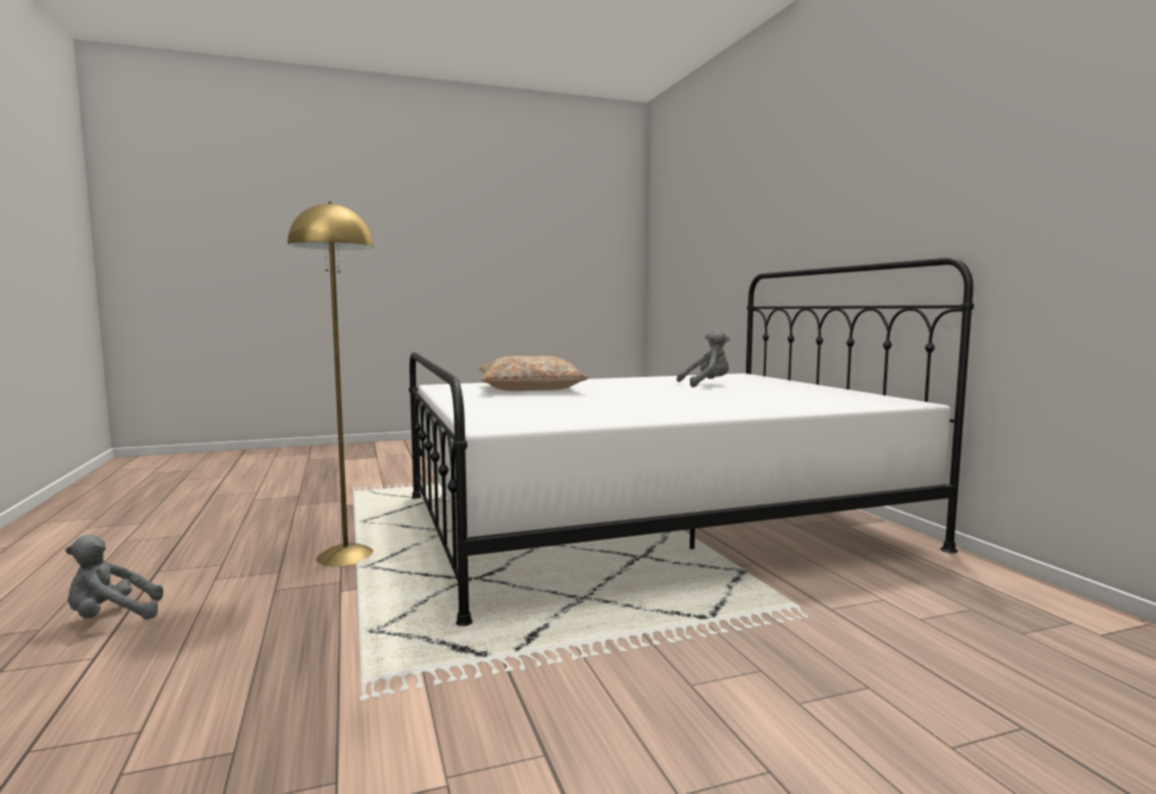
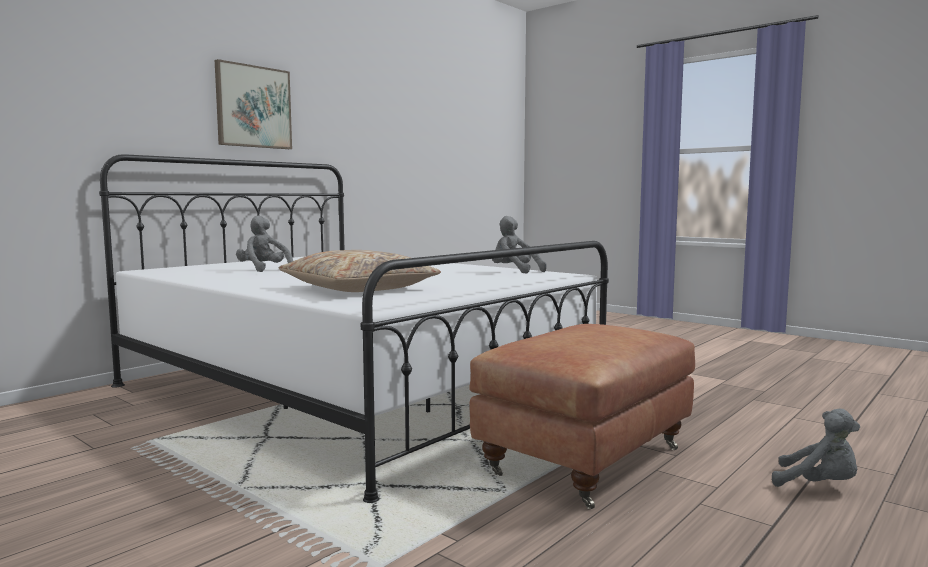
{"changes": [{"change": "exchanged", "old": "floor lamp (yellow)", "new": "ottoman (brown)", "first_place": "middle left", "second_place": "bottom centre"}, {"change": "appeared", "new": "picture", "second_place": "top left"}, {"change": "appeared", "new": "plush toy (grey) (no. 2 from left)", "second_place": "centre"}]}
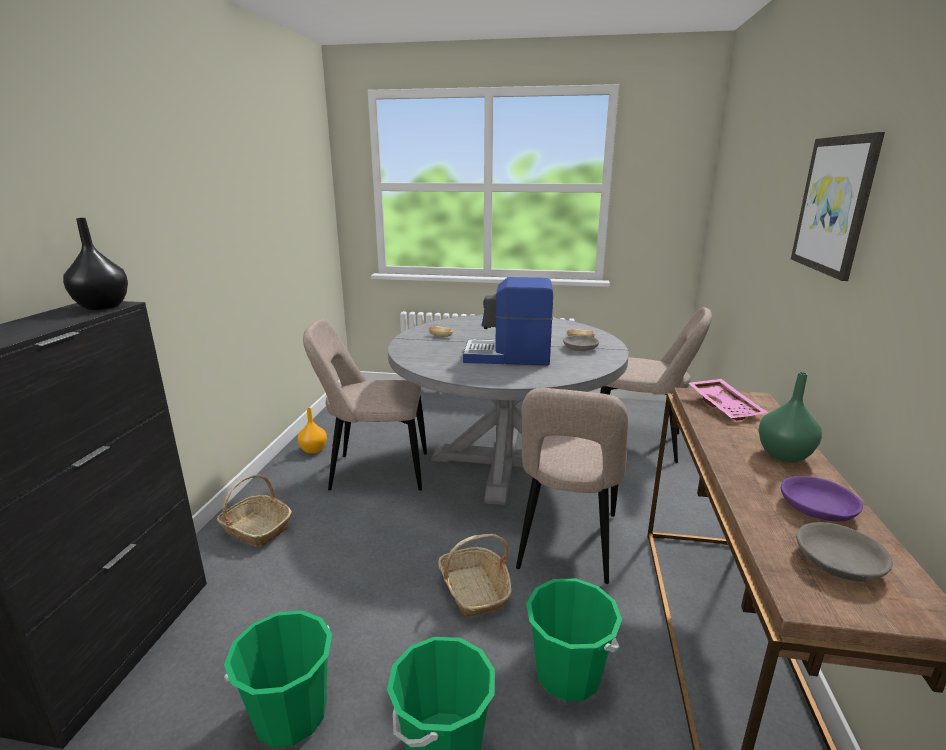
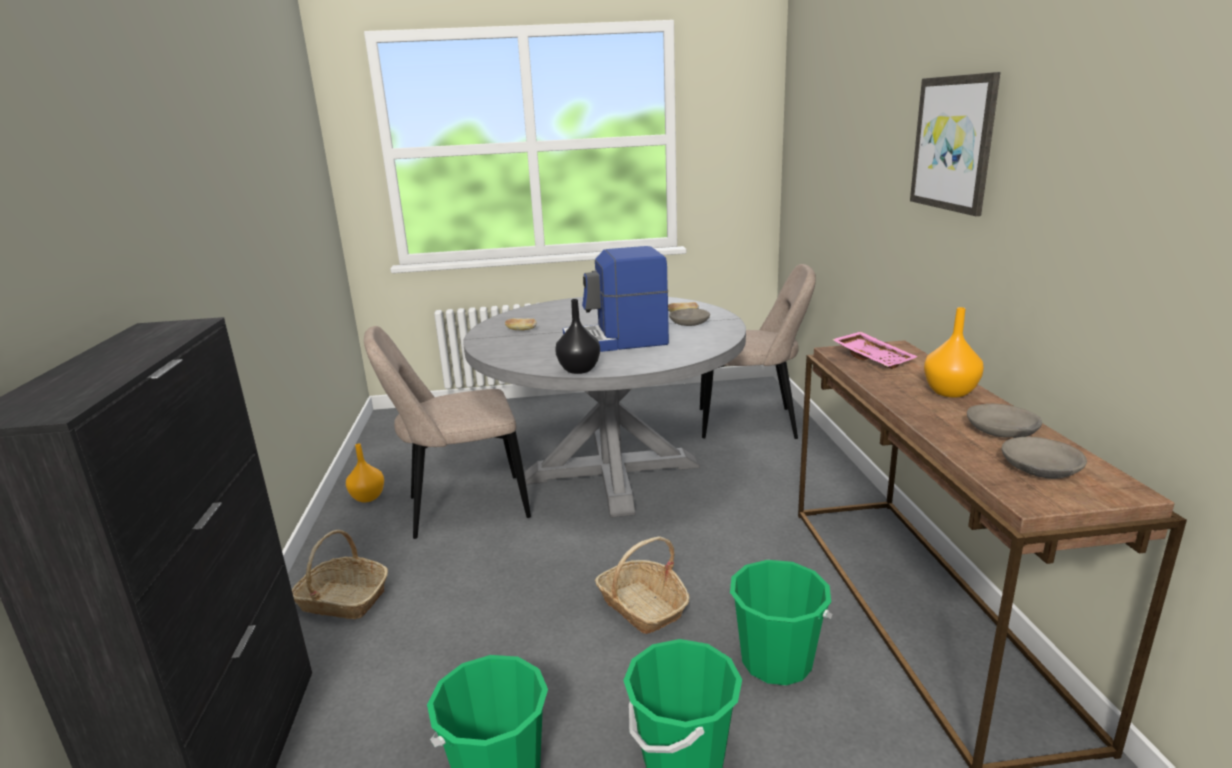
{"changes": [{"change": "relocated", "old": "vase (black)", "first_place": "middle left", "second_place": "centre"}, {"change": "missing", "old": "chair (beige) (no. 2 from left)", "first_place": "centre"}, {"change": "colour", "old": "vase (green)", "new": "vase (orange) (no. 2 from left)", "first_place": "middle right", "second_place": "middle right"}, {"change": "colour", "old": "bowl (purple)", "new": "bowl (grey) (no. 2 from left)", "first_place": "middle right", "second_place": "middle right"}]}
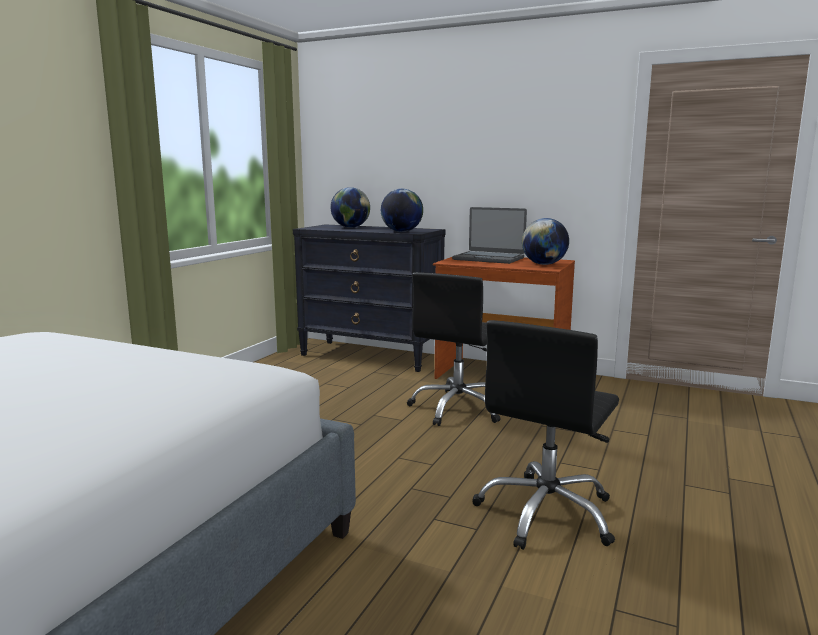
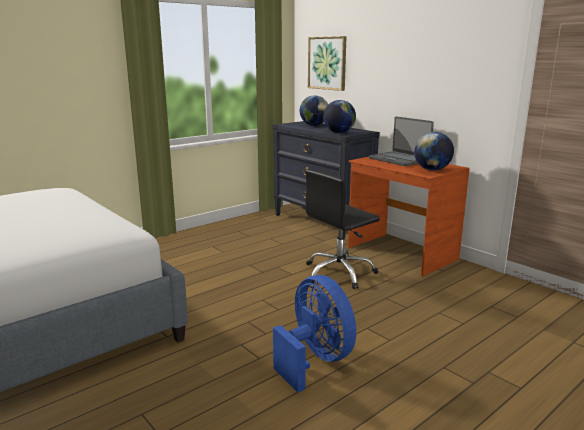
{"changes": [{"change": "exchanged", "old": "office chair (black) (no. 2 from left)", "new": "fan (blue)", "first_place": "bottom centre", "second_place": "bottom centre"}, {"change": "appeared", "new": "picture", "second_place": "top centre"}]}
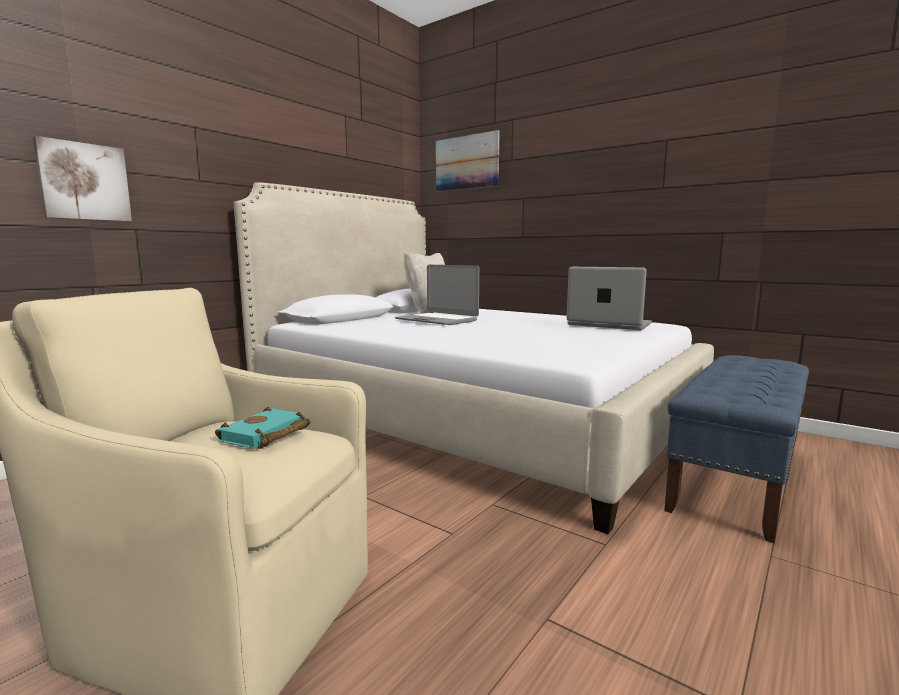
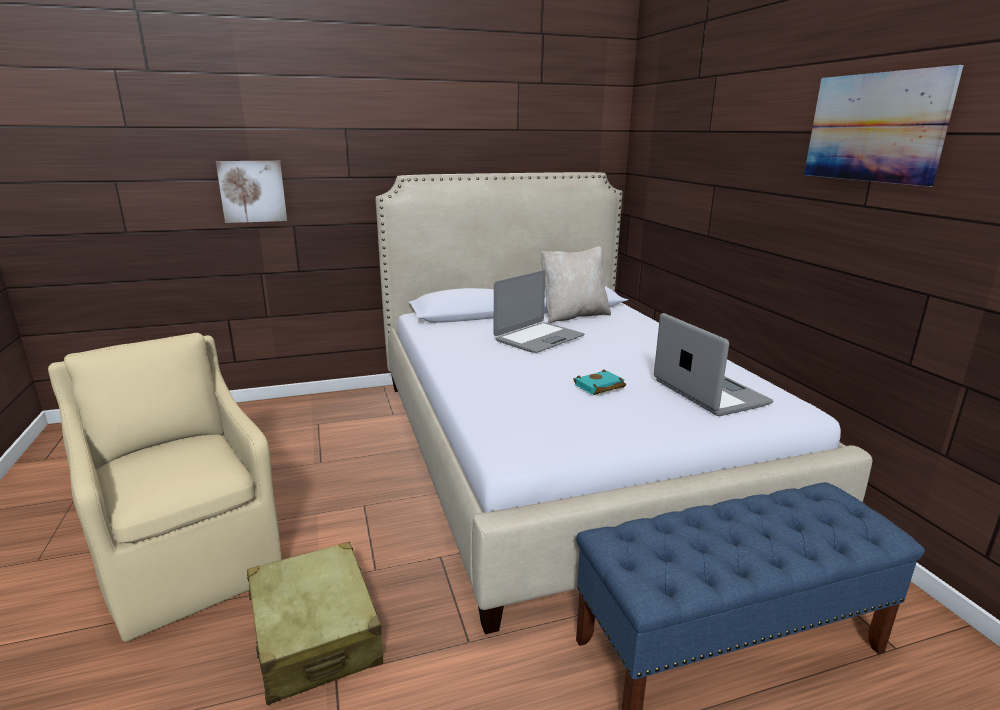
{"changes": [{"change": "relocated", "old": "book (turquoise)", "first_place": "middle left", "second_place": "centre"}, {"change": "spun", "old": "laptop (no. 1 from left)", "first_place": "centre", "second_place": "centre", "degrees": -120}, {"change": "relocated", "old": "picture (no. 2 from left)", "first_place": "top centre", "second_place": "top right"}, {"change": "appeared", "new": "suitcase (beige)", "second_place": "bottom left"}]}
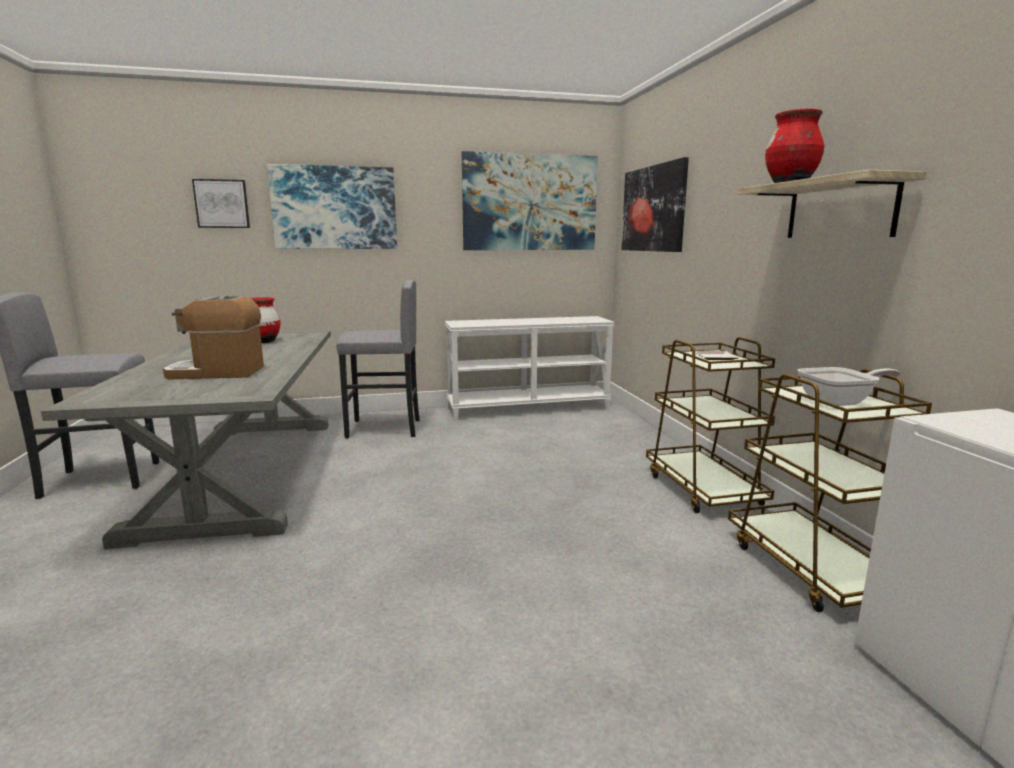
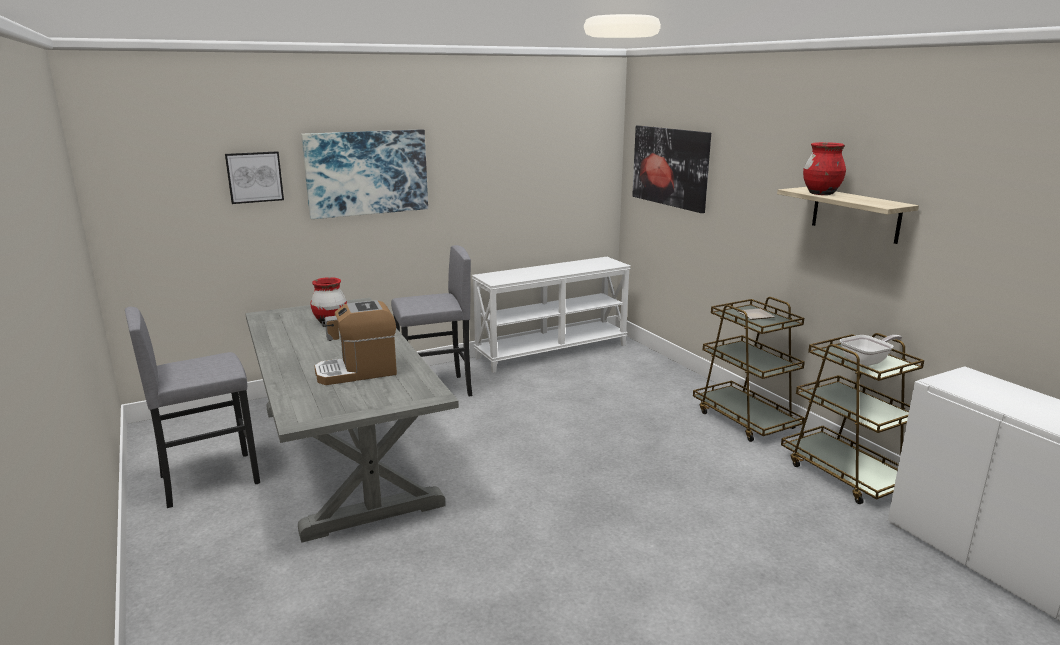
{"changes": [{"change": "missing", "old": "picture (no. 3 from left)", "first_place": "top centre"}]}
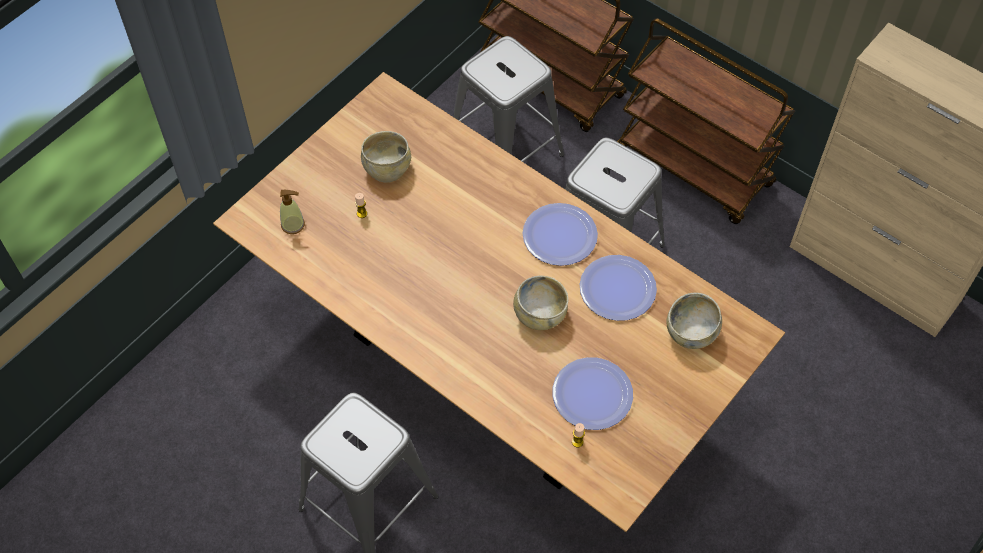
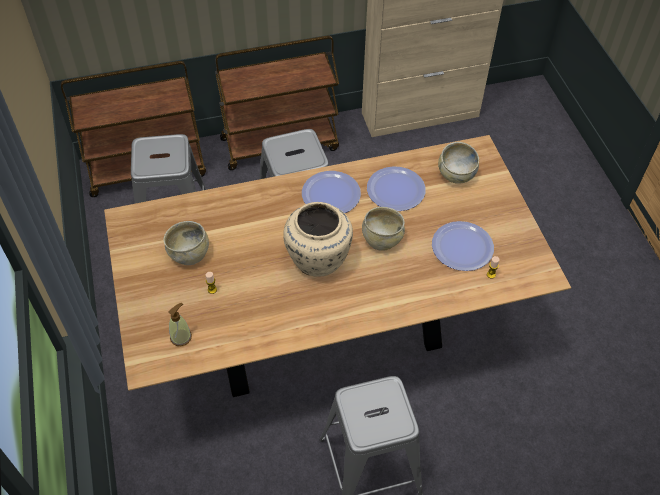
{"changes": [{"change": "appeared", "new": "vase (beige)", "second_place": "centre"}]}
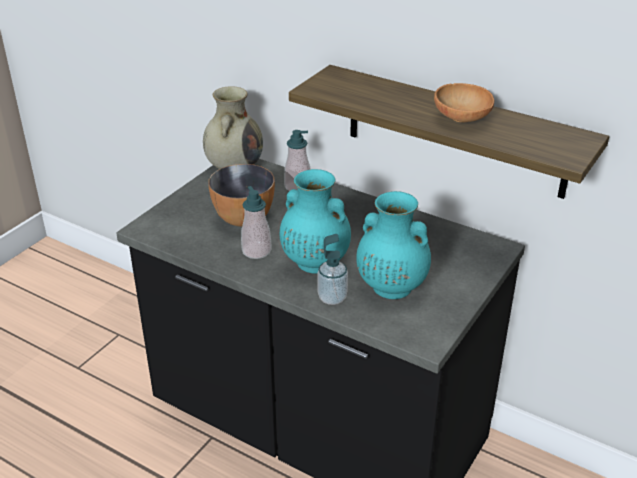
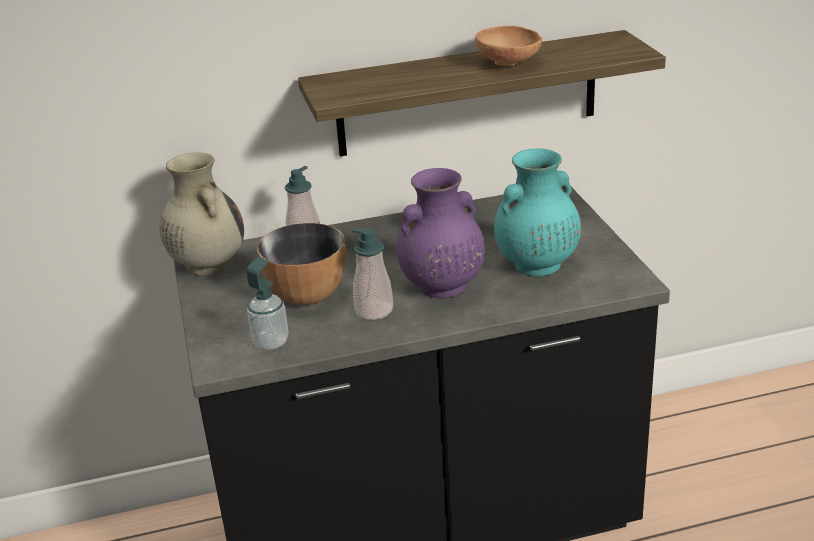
{"changes": [{"change": "colour", "old": "vase (turquoise) (no. 1 from left)", "new": "vase (purple)", "first_place": "centre", "second_place": "centre"}, {"change": "relocated", "old": "soap dispenser (no. 3 from left in the first image)", "new": "soap dispenser (no. 1 from left)", "first_place": "centre", "second_place": "middle left"}]}
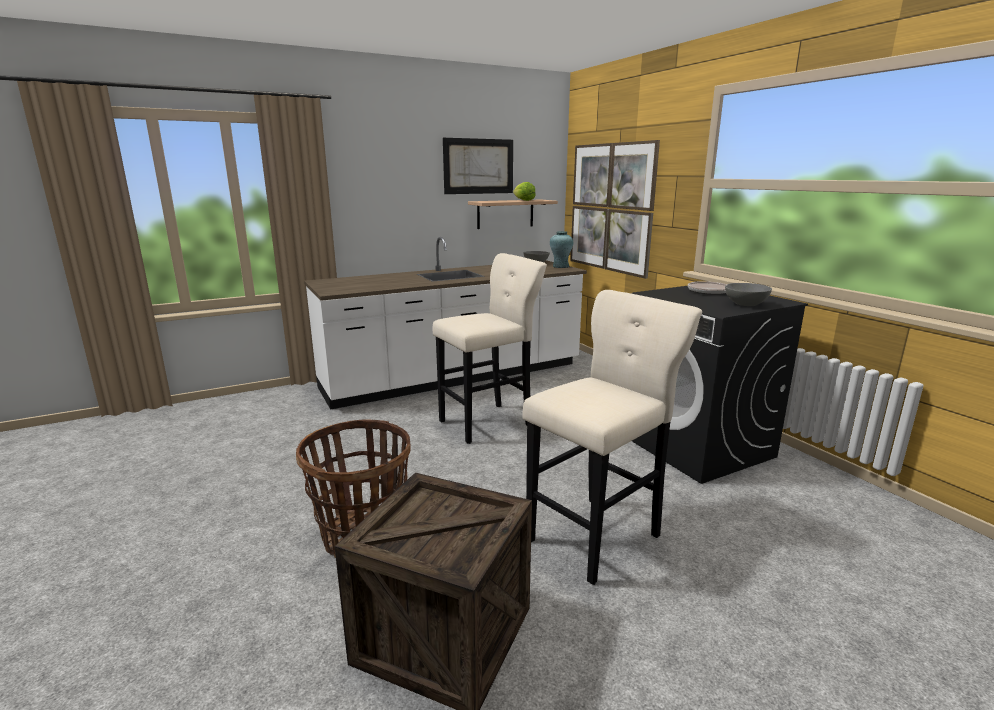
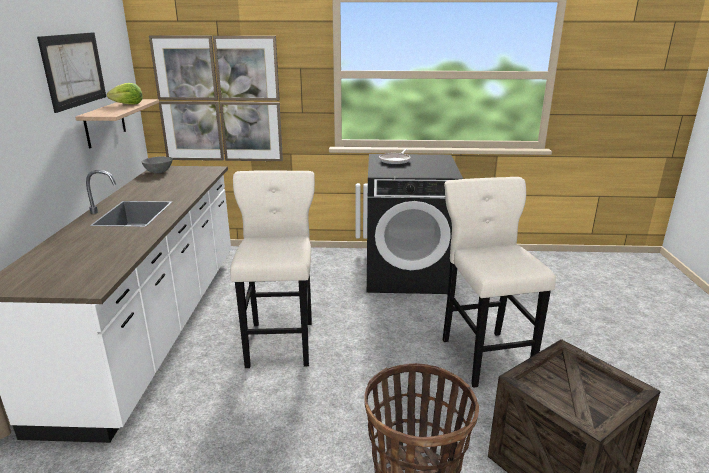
{"changes": [{"change": "missing", "old": "vase (turquoise)", "first_place": "centre"}, {"change": "missing", "old": "bowl (grey) (no. 2 from left)", "first_place": "middle right"}]}
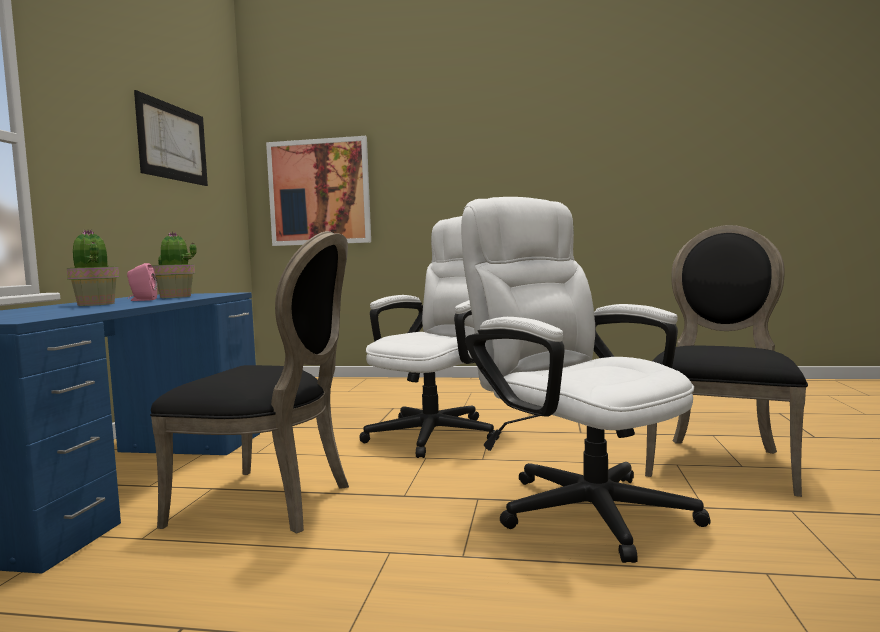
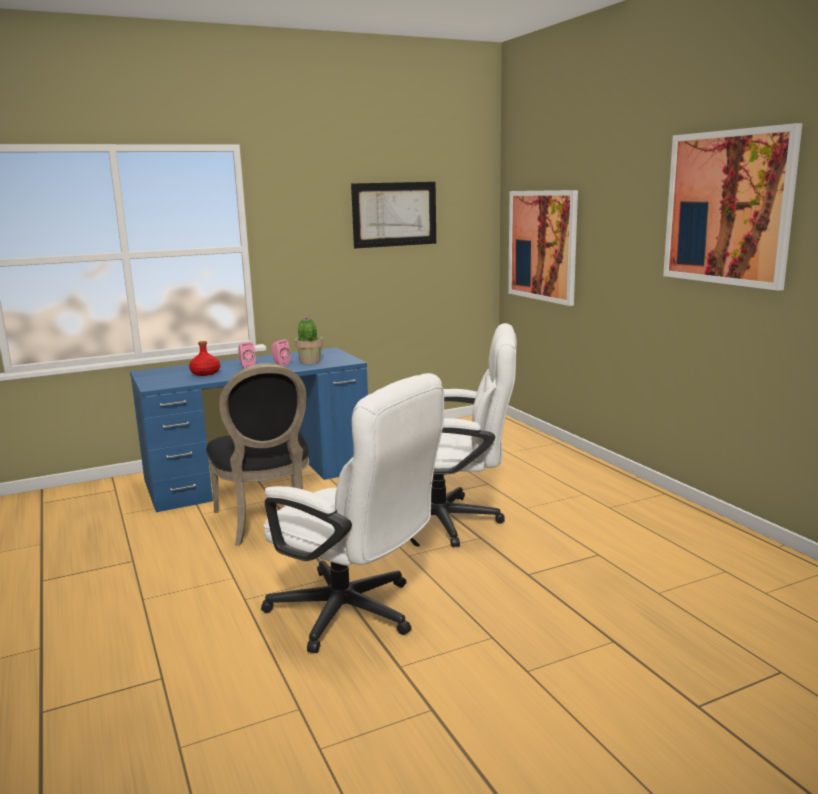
{"changes": [{"change": "exchanged", "old": "potted plant (no. 1 from left)", "new": "speaker (pink) (no. 1 from left)", "first_place": "middle left", "second_place": "middle left"}, {"change": "spun", "old": "office chair (white) (no. 2 from left in the first image)", "first_place": "centre", "second_place": "centre", "degrees": 105}, {"change": "missing", "old": "chair (black) (no. 2 from left)", "first_place": "middle right"}, {"change": "appeared", "new": "bottle (red)", "second_place": "middle left"}, {"change": "appeared", "new": "picture (no. 3 from left)", "second_place": "top right"}]}
